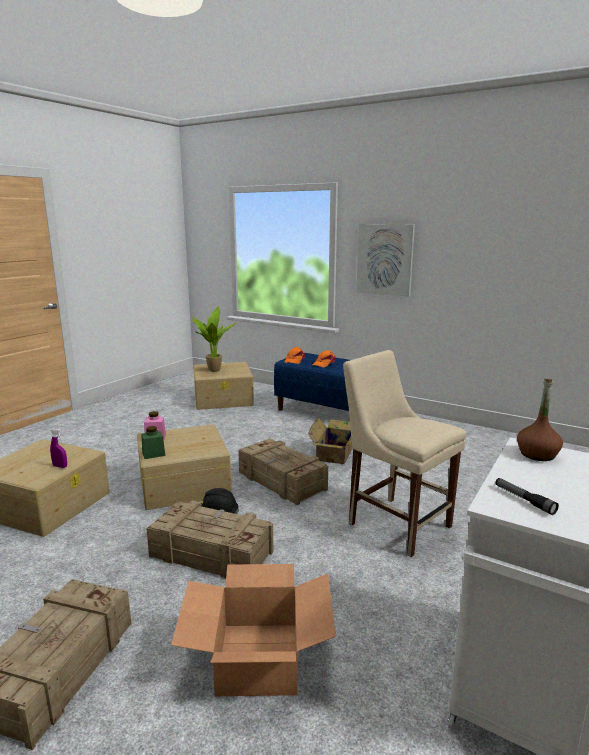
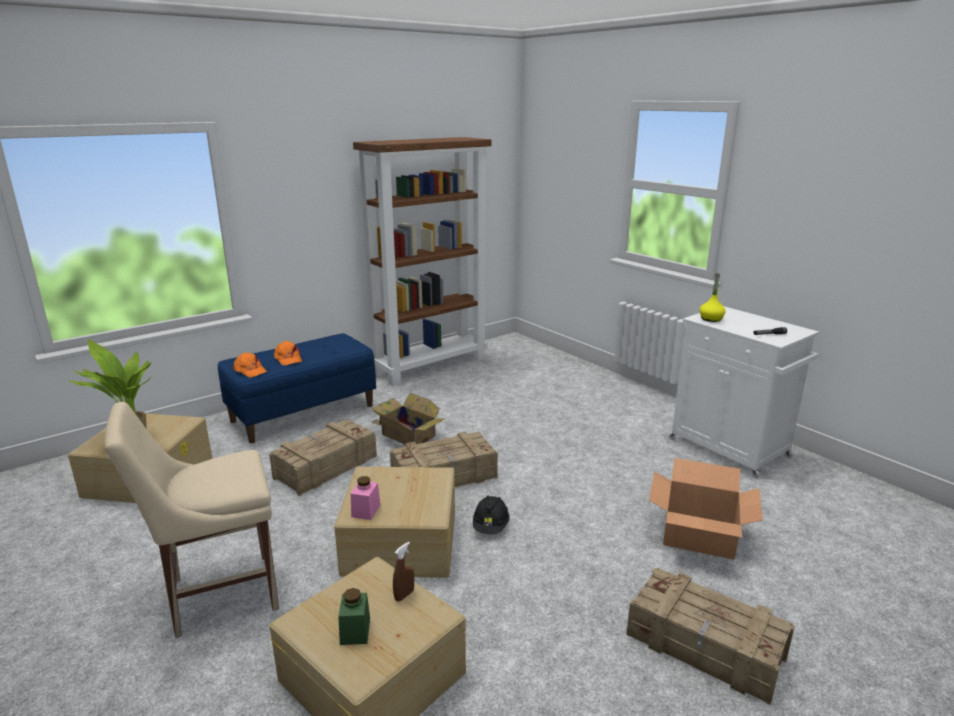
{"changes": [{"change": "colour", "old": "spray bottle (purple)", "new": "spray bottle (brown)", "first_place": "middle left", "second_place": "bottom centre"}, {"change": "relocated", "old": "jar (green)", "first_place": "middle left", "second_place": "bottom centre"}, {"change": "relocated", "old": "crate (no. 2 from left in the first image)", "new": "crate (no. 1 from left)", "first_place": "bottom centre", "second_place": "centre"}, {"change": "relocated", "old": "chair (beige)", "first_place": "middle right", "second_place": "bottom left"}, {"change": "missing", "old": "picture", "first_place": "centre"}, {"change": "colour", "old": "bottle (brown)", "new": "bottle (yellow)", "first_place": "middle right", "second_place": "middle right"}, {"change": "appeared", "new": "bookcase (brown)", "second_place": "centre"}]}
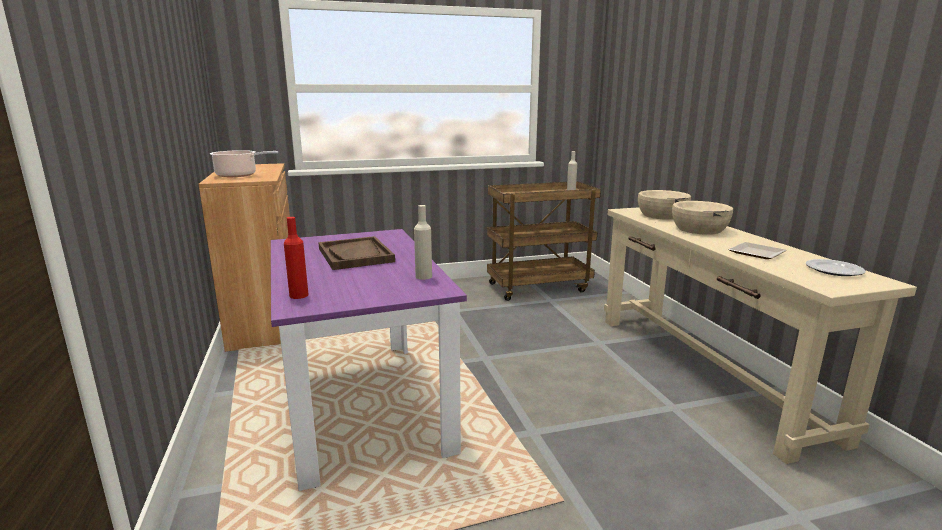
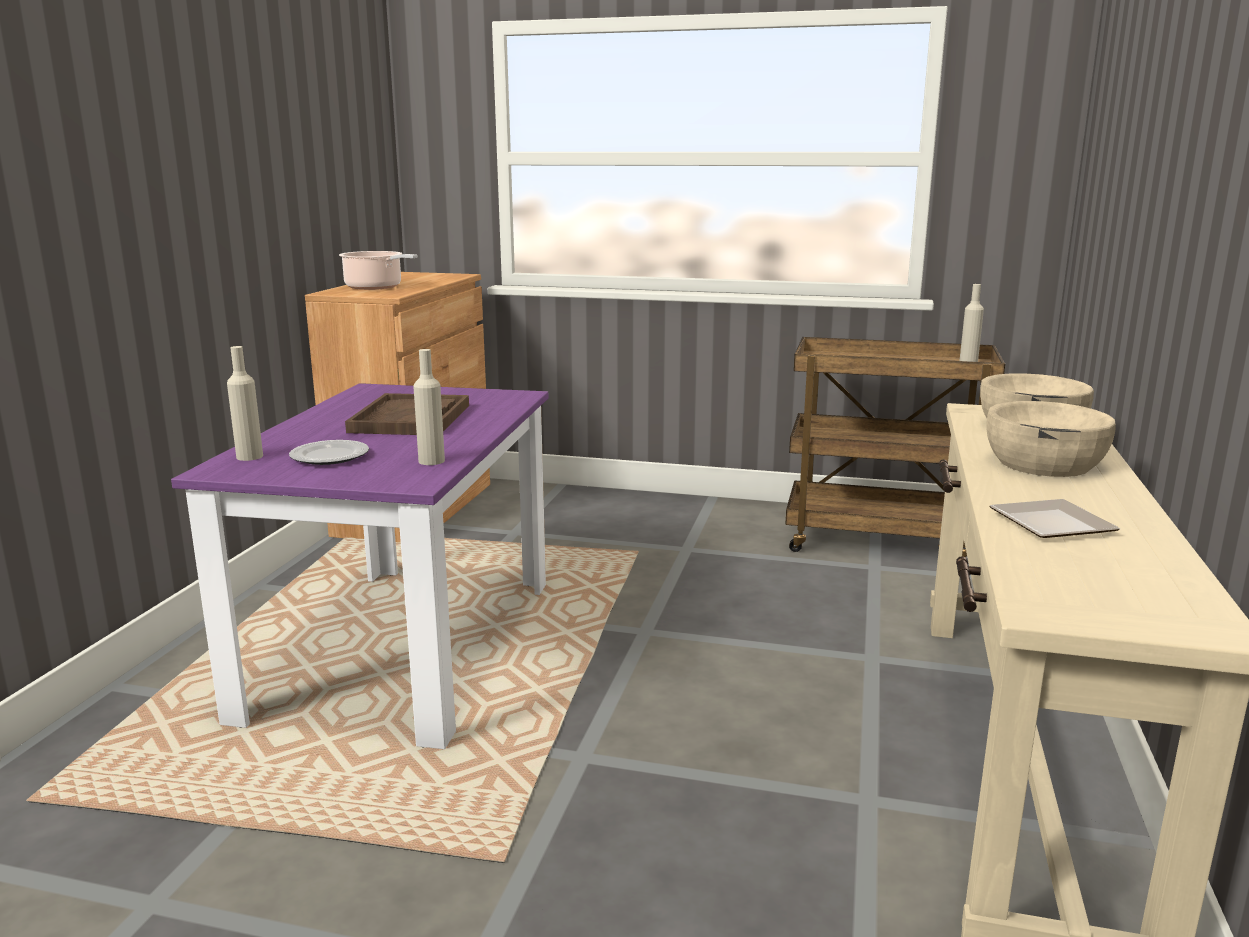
{"changes": [{"change": "colour", "old": "bottle (red)", "new": "bottle (beige) (no. 1 from left)", "first_place": "middle left", "second_place": "middle left"}, {"change": "relocated", "old": "plate (no. 2 from left in the first image)", "new": "plate (no. 1 from left)", "first_place": "middle right", "second_place": "middle left"}]}
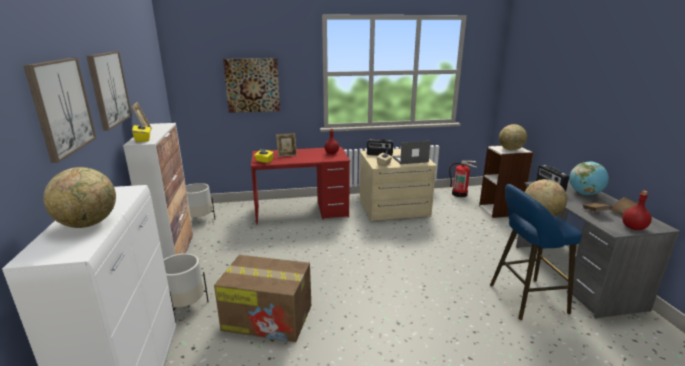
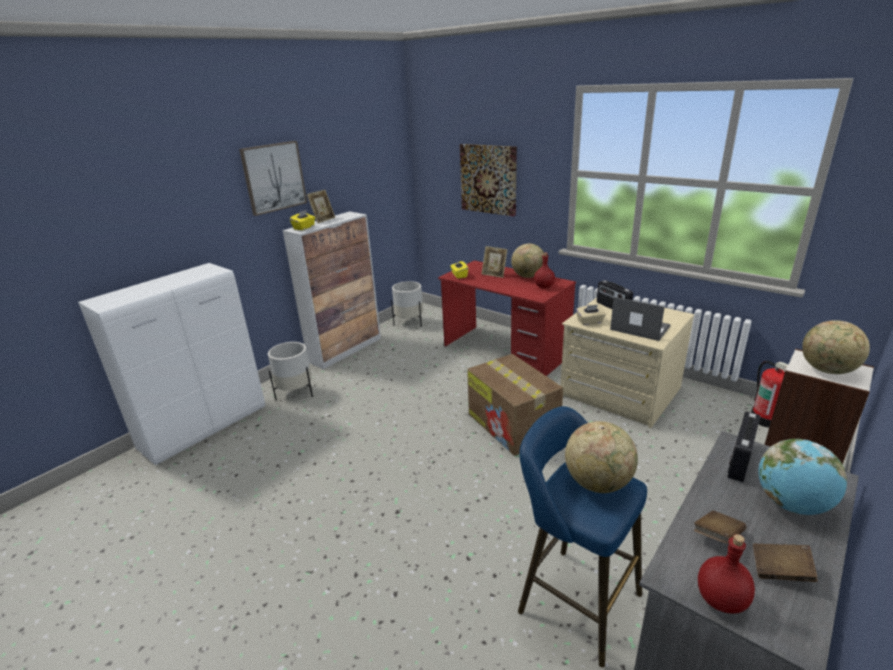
{"changes": [{"change": "missing", "old": "picture (no. 1 from left)", "first_place": "top left"}, {"change": "relocated", "old": "globe (no. 1 from left)", "first_place": "middle left", "second_place": "centre"}, {"change": "relocated", "old": "cardboard box", "first_place": "bottom centre", "second_place": "centre"}]}
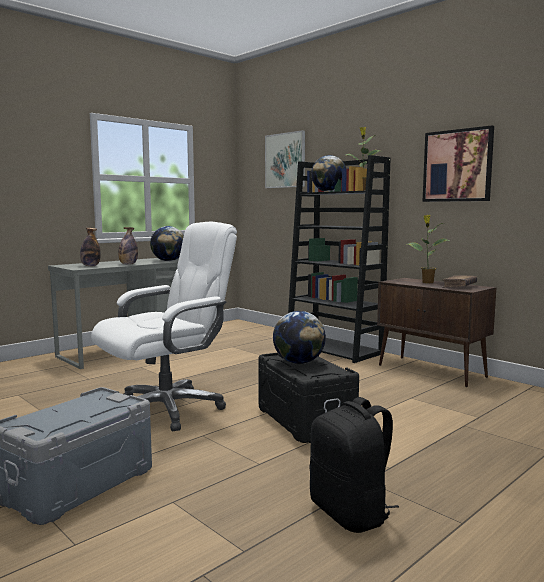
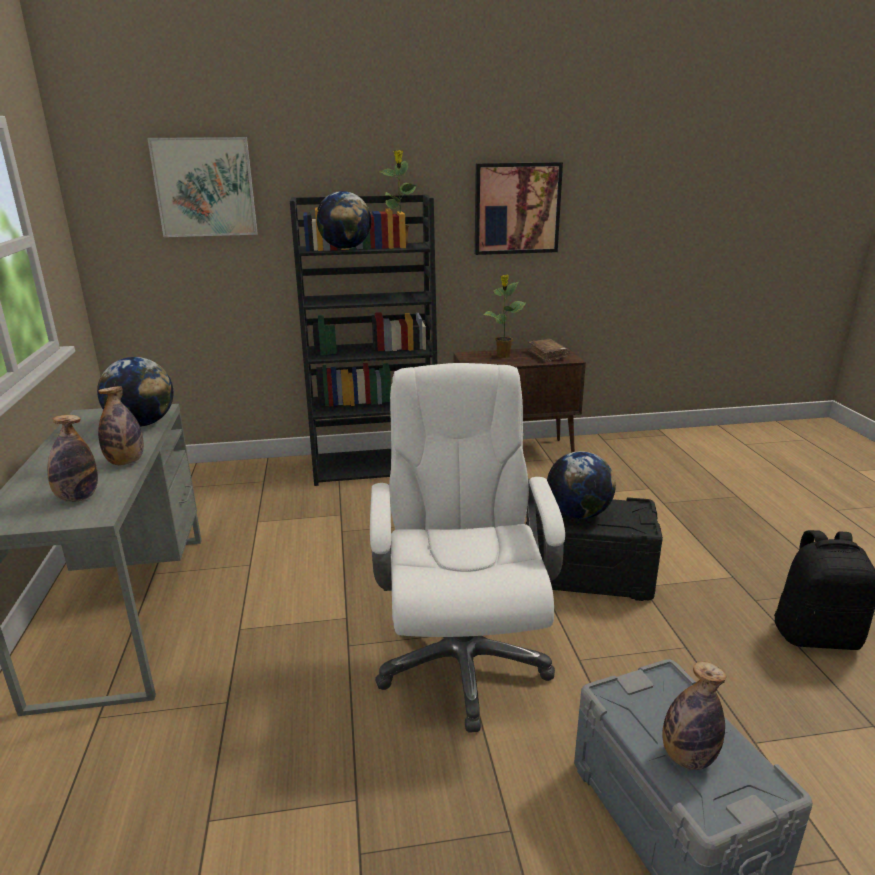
{"changes": [{"change": "appeared", "new": "bottle (no. 3 from left)", "second_place": "bottom right"}]}
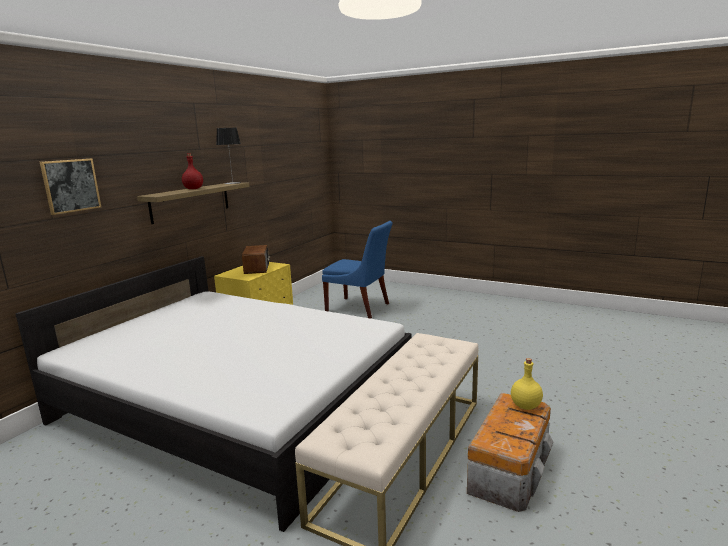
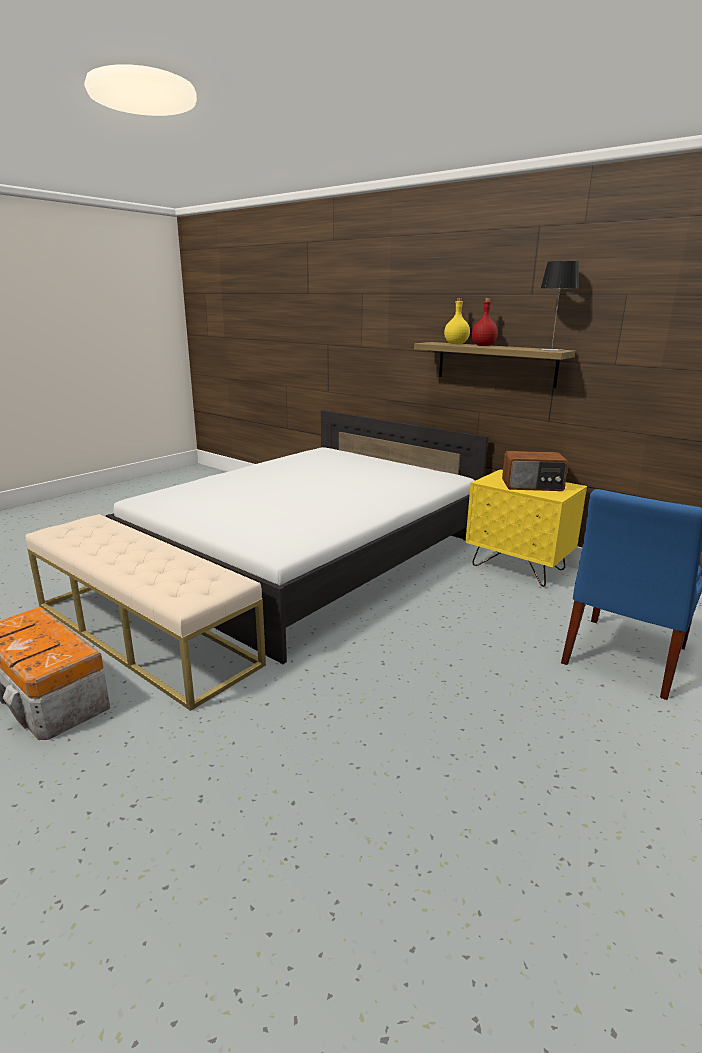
{"changes": [{"change": "missing", "old": "picture", "first_place": "middle left"}, {"change": "relocated", "old": "bottle (yellow)", "first_place": "bottom right", "second_place": "top centre"}]}
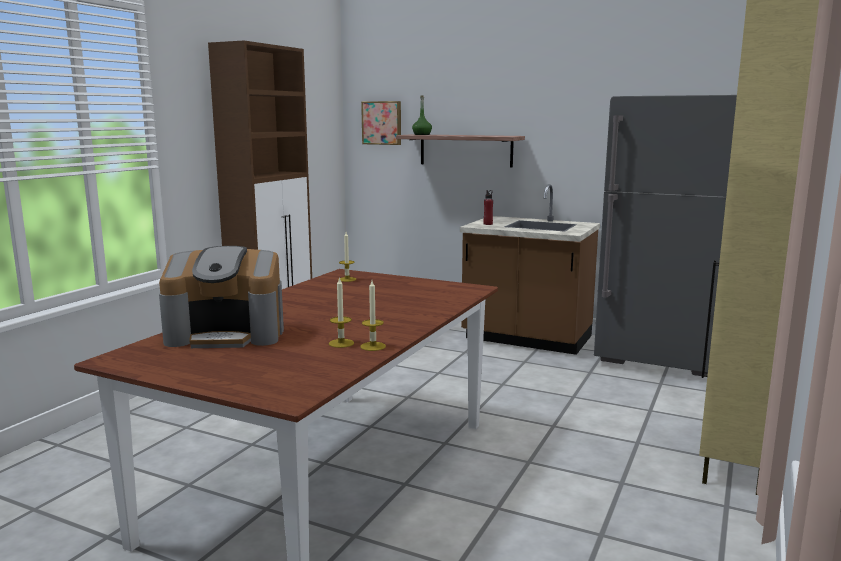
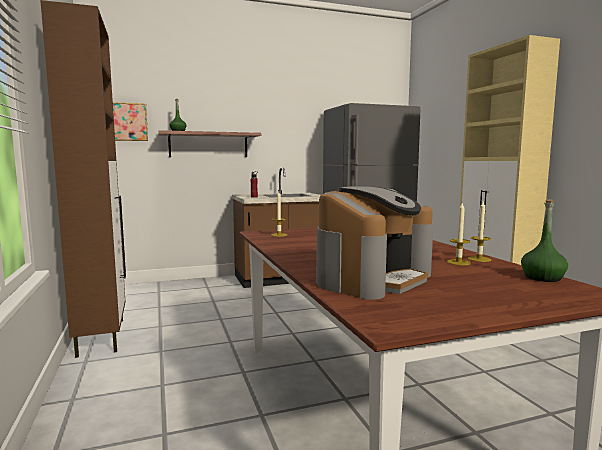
{"changes": [{"change": "appeared", "new": "bottle (green) (no. 2 from left)", "second_place": "middle right"}]}
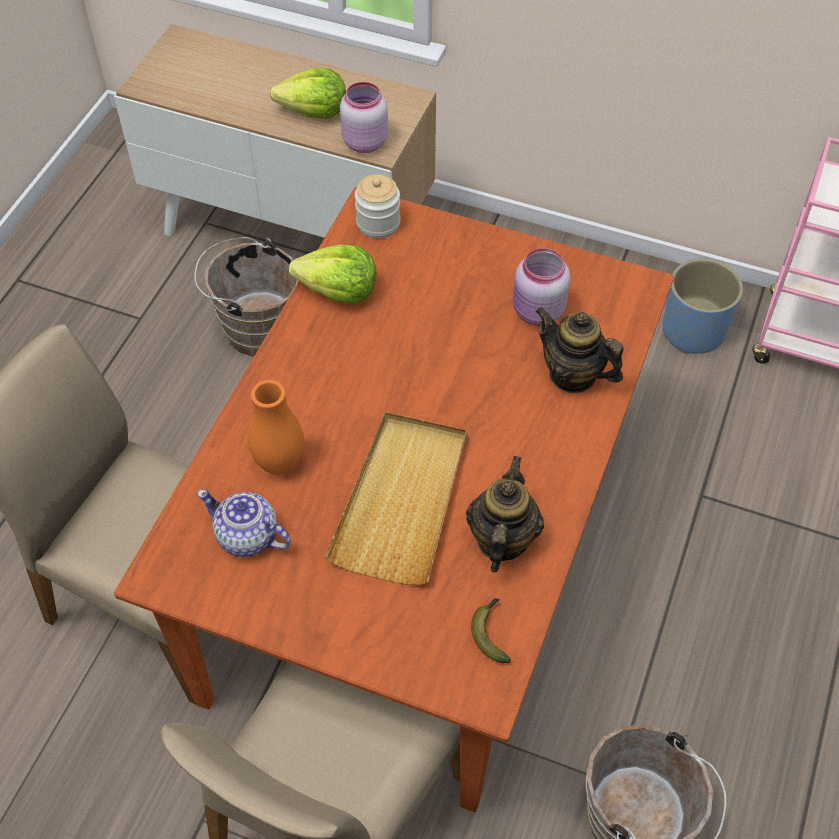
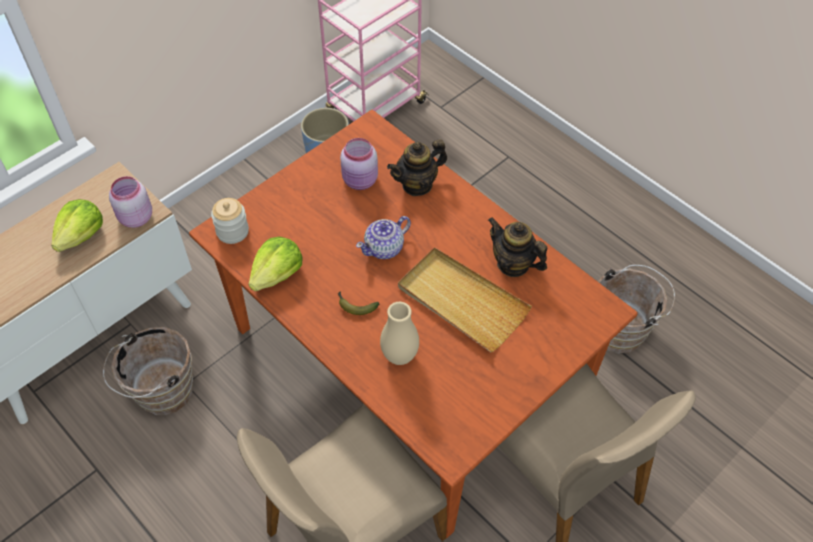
{"changes": [{"change": "relocated", "old": "teapot (no. 1 from left)", "first_place": "middle left", "second_place": "centre"}, {"change": "colour", "old": "vase (orange)", "new": "vase (beige)", "first_place": "middle left", "second_place": "centre"}, {"change": "relocated", "old": "banana", "first_place": "bottom centre", "second_place": "centre"}]}
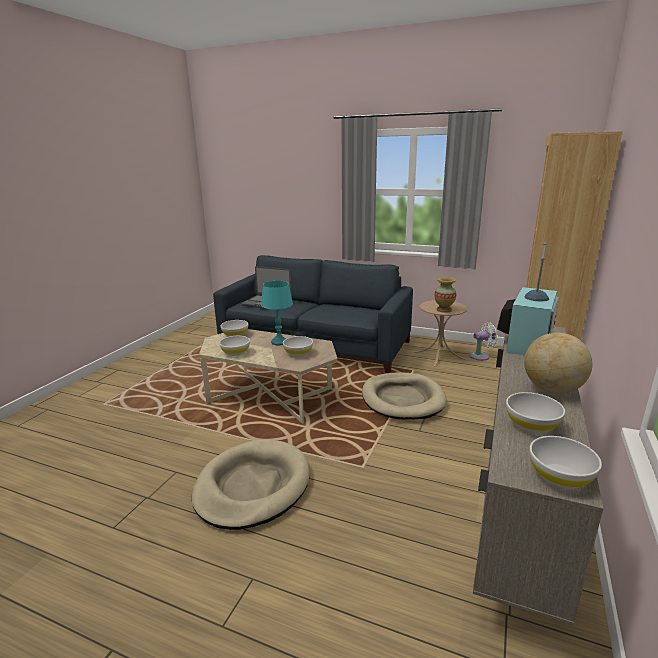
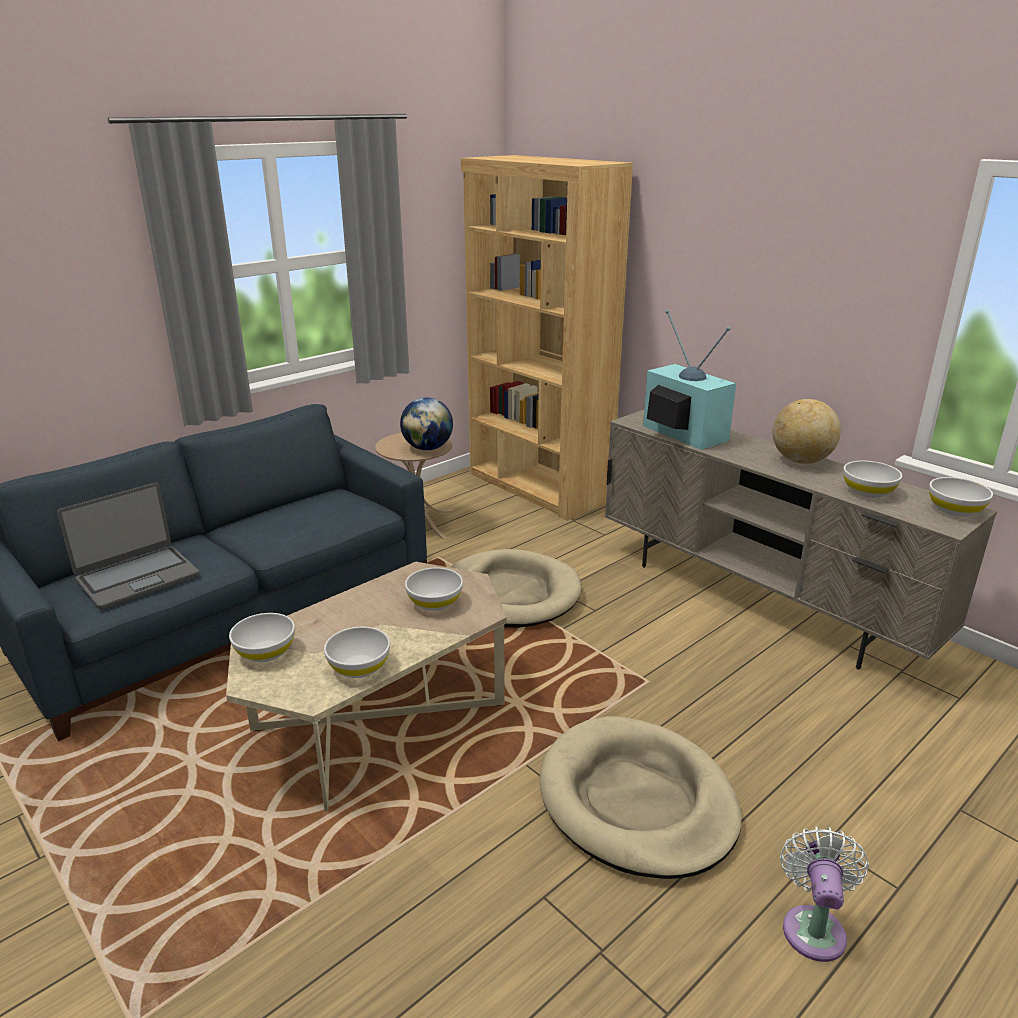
{"changes": [{"change": "missing", "old": "table lamp (turquoise)", "first_place": "centre"}, {"change": "exchanged", "old": "vase", "new": "globe (no. 1 from left)", "first_place": "middle right", "second_place": "centre"}, {"change": "relocated", "old": "fan (white)", "first_place": "middle right", "second_place": "bottom right"}]}
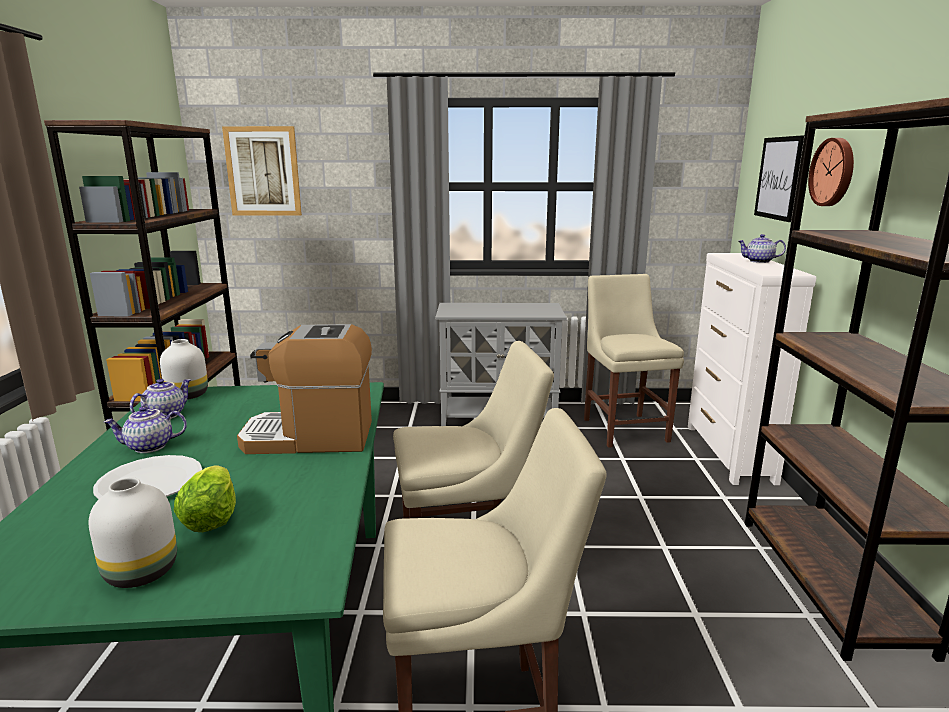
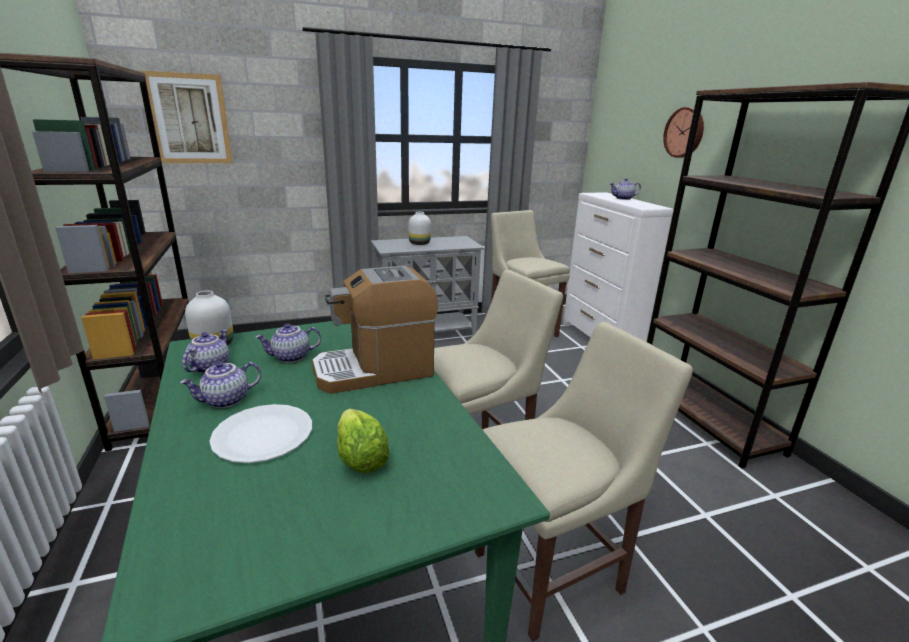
{"changes": [{"change": "relocated", "old": "vase (white) (no. 1 from left in the first image)", "new": "vase (white) (no. 2 from left)", "first_place": "bottom left", "second_place": "centre"}, {"change": "missing", "old": "picture (no. 2 from left)", "first_place": "top right"}, {"change": "appeared", "new": "teapot (no. 3 from left)", "second_place": "middle left"}]}
